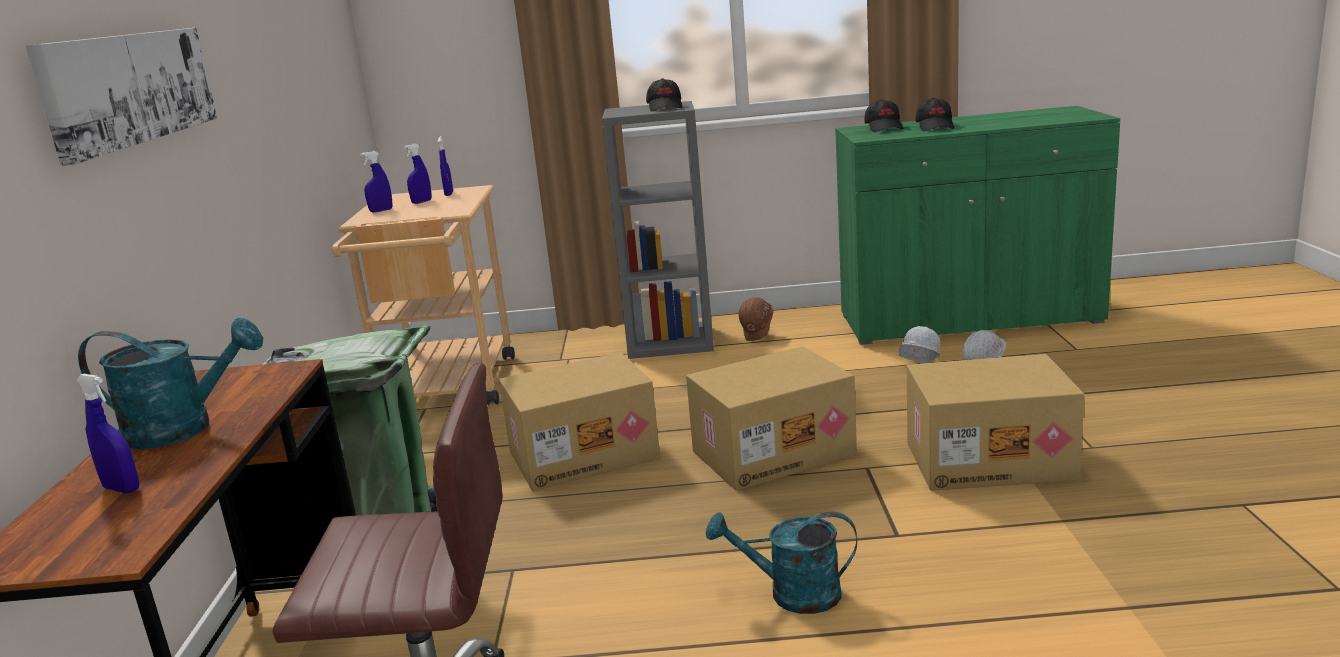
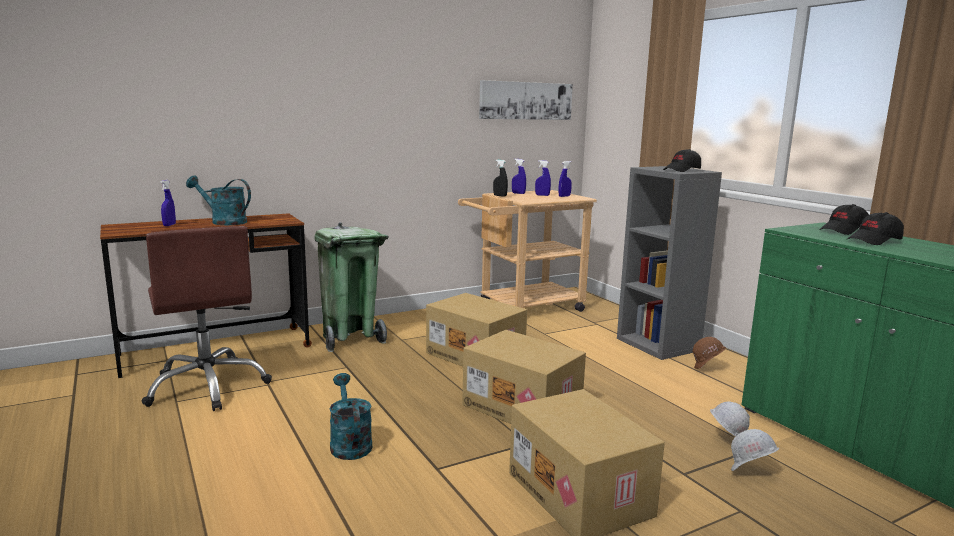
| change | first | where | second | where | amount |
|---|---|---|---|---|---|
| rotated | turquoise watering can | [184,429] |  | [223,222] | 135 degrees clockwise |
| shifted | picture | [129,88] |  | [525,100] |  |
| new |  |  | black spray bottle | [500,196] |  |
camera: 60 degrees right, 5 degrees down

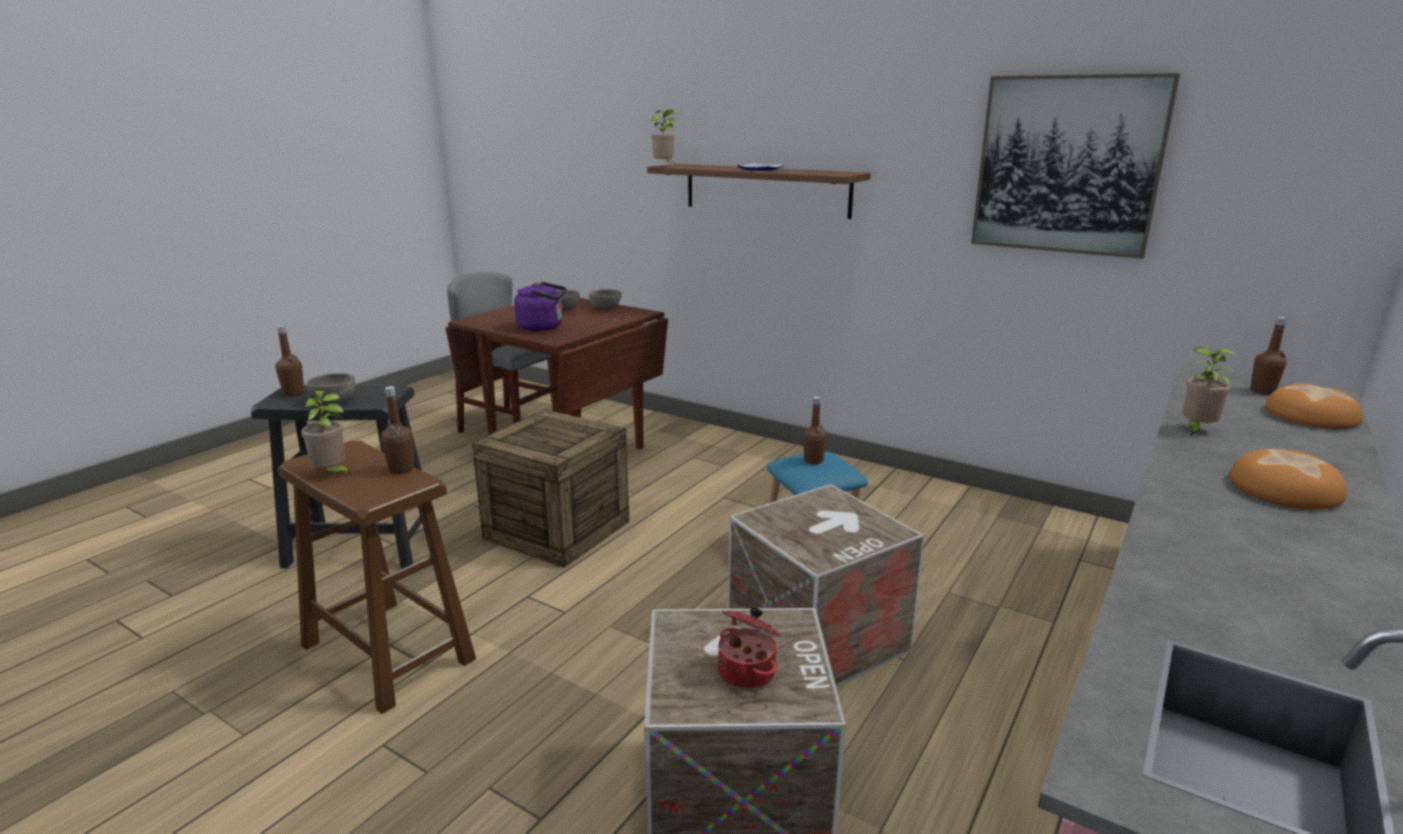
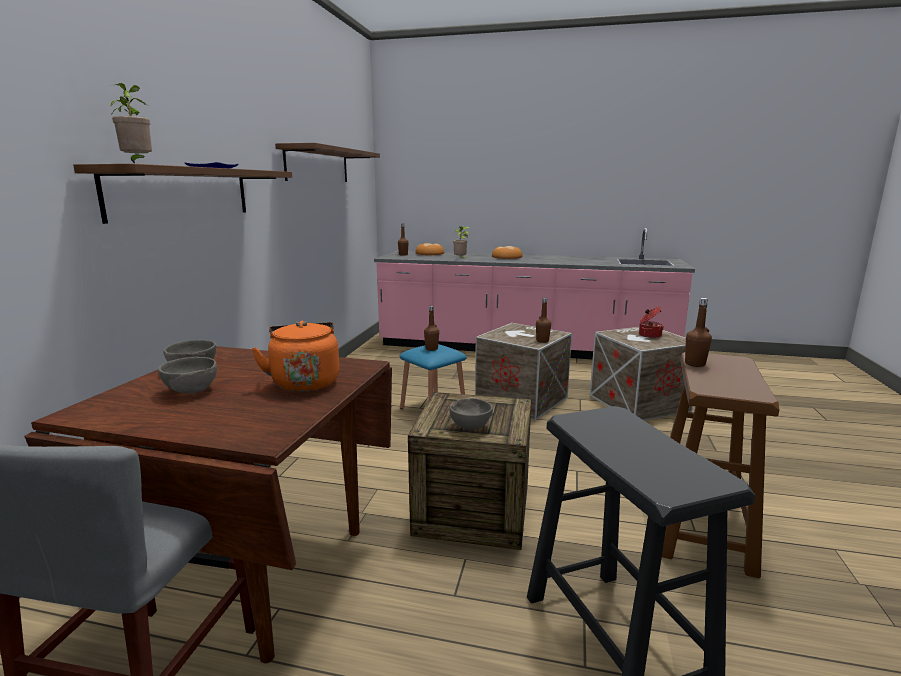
| change | first | where | second | where | amount |
|---|---|---|---|---|---|
| repainted | purple kettle | [543,327] | orange kettle | [305,382] |  |
| swapped | picture | [1067,165] | brown shelf | [318,165] |  |
| shifted | grey bowl | [335,401] |  | [470,426] |  |
| shifted | brown bottle | [293,393] |  | [542,341] |  |
| gone | potted plant | [332,474] |  |  |  |
camera: 110 degrees left, 5 degrees down

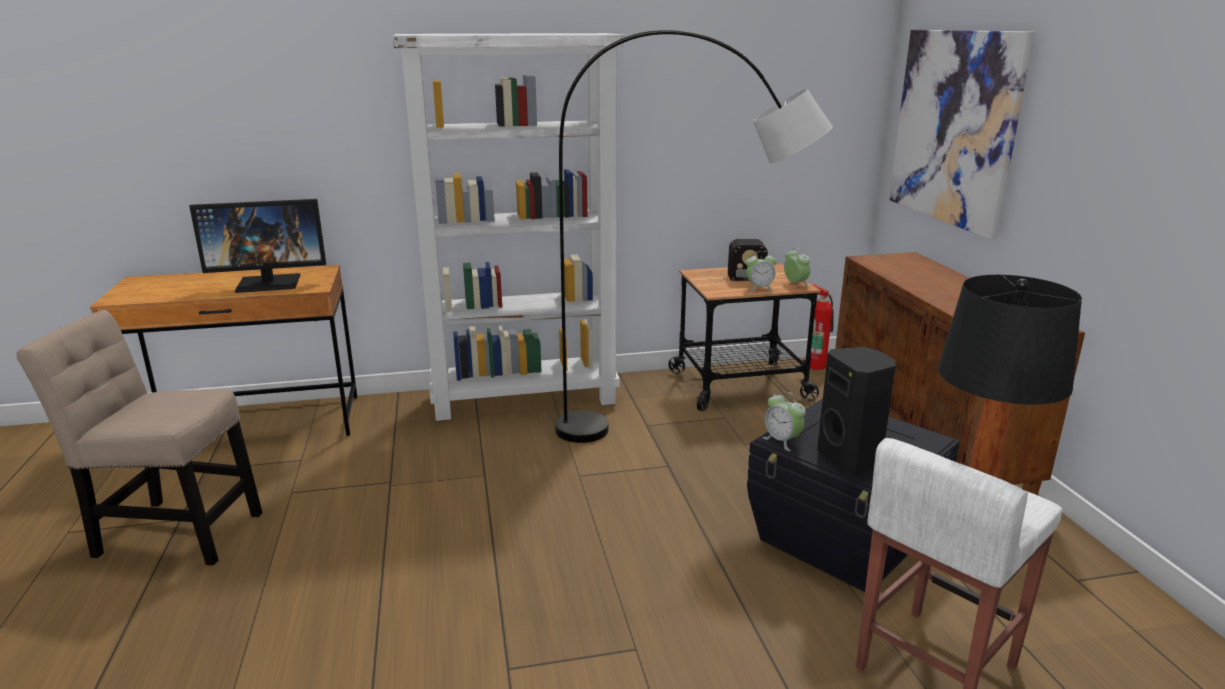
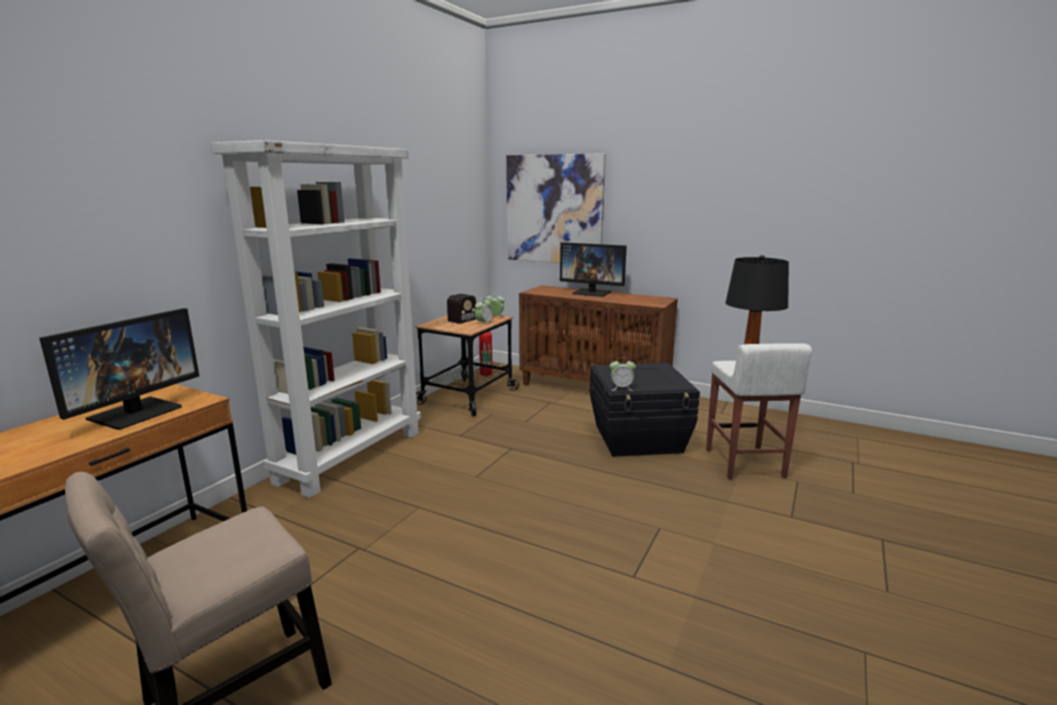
| change | first | where | second | where | amount |
|---|---|---|---|---|---|
| new |  |  | monitor | [592,293] |  |
| gone | grey floor lamp | [682,435] |  |  |  |
| gone | black speaker | [851,459] |  |  |  |
camera: 50 degrees left, 5 degrees down

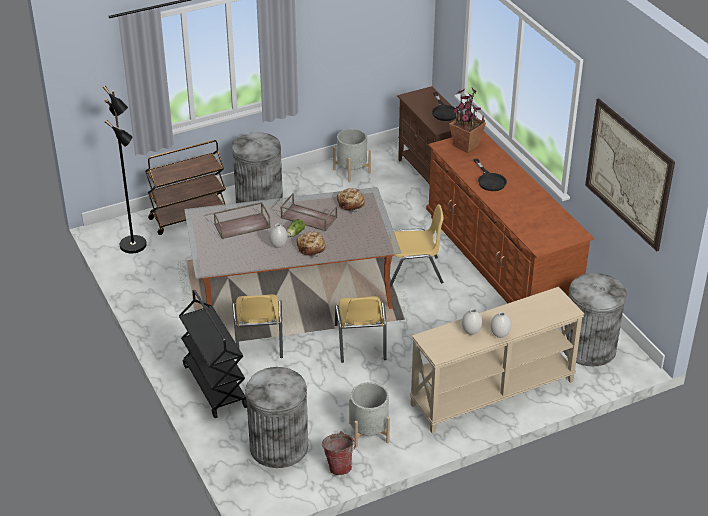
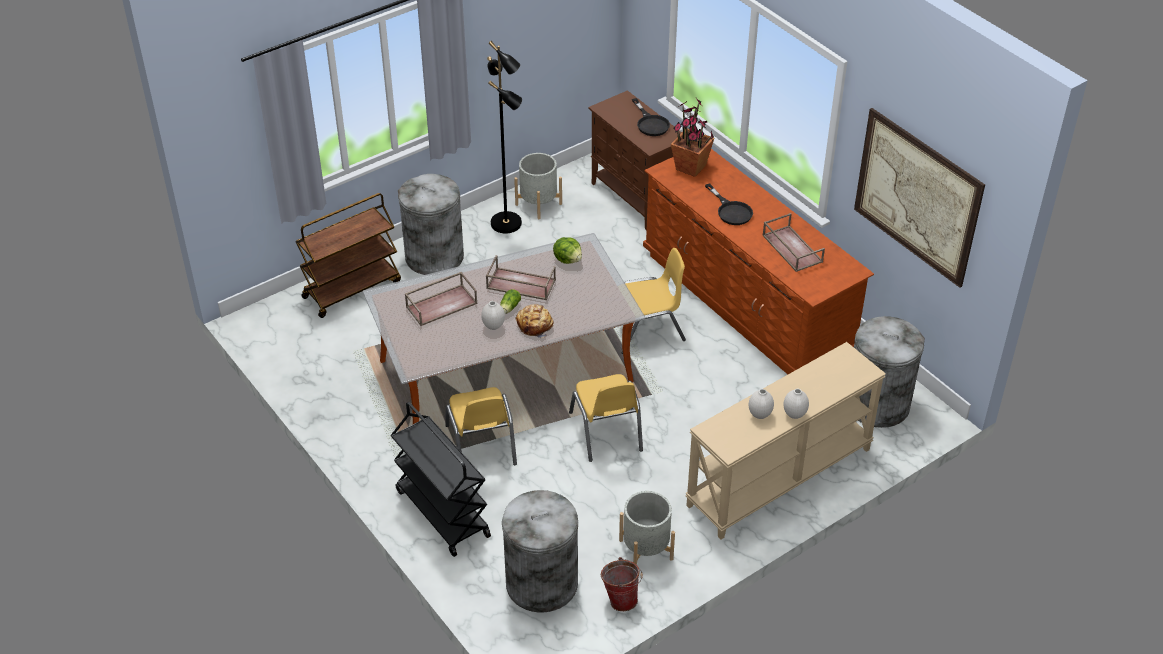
| change | first | where | second | where | amount |
|---|---|---|---|---|---|
| shifted | black floor lamp | [134,245] |  | [507,223] |  |
| swapped | bread | [351,204] | lettuce | [568,259] |  |
| new |  |  | brown tray | [791,248] |  |
camera: 10 degrees left, 5 degrees up

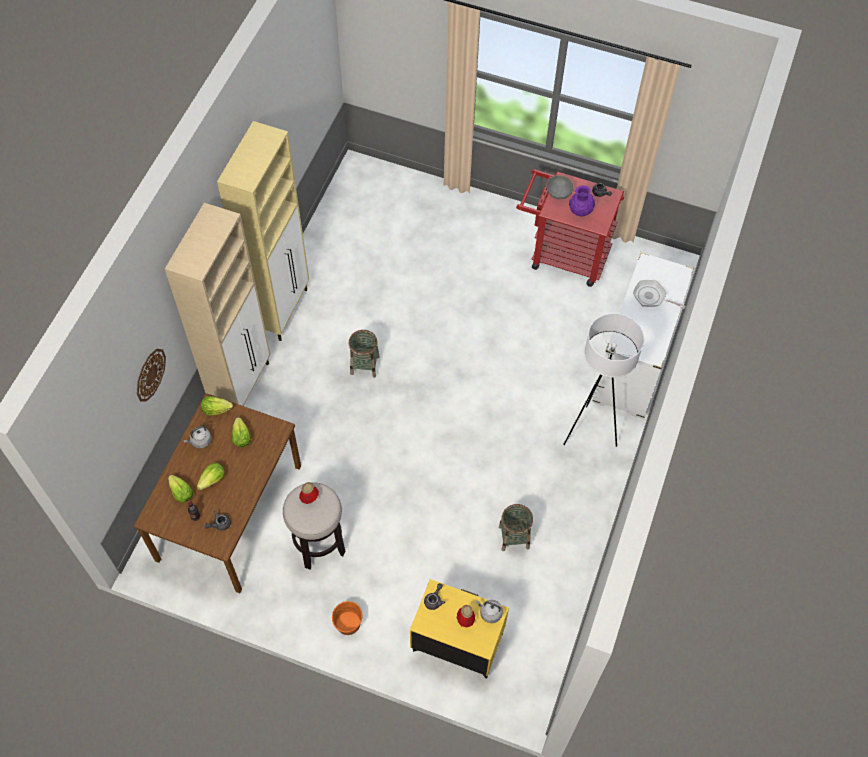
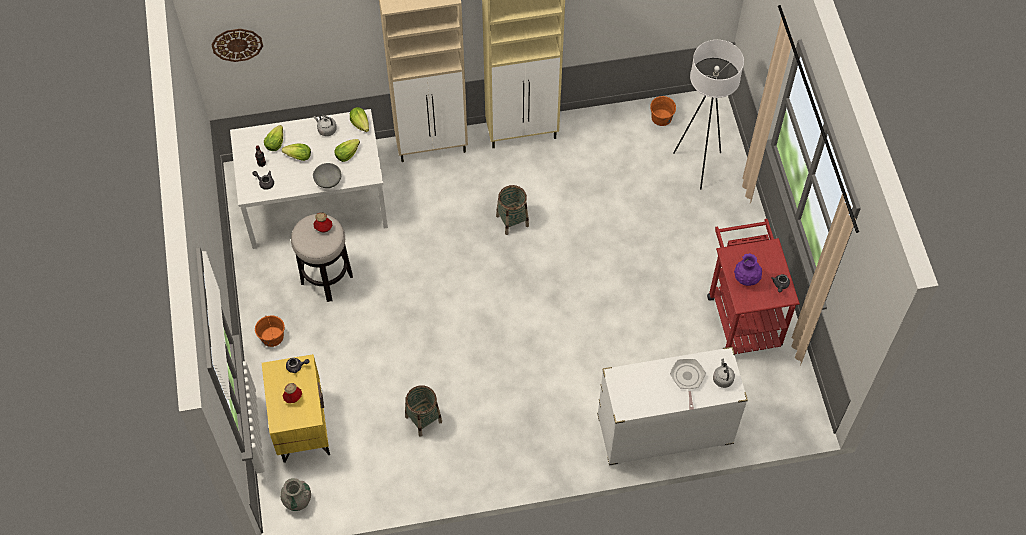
| change | first | where | second | where | amount |
|---|---|---|---|---|---|
| shifted | wall clock | [150,374] |  | [237,44] |  |
| repainted | brown dining table | [230,513] | white dining table | [314,203] |  |
| new |  |  | grey vase | [297,500] |  |
| shifted | grey bowl | [558,193] |  | [328,181] |  |
| new |  |  | orange bucket | [661,117] |  |
| shifted | white floor lamp | [589,432] |  | [698,165] |  |
| shifted | grey kettle | [489,613] |  | [722,378] |  |
camera: 60 degrees right, 0 degrees up

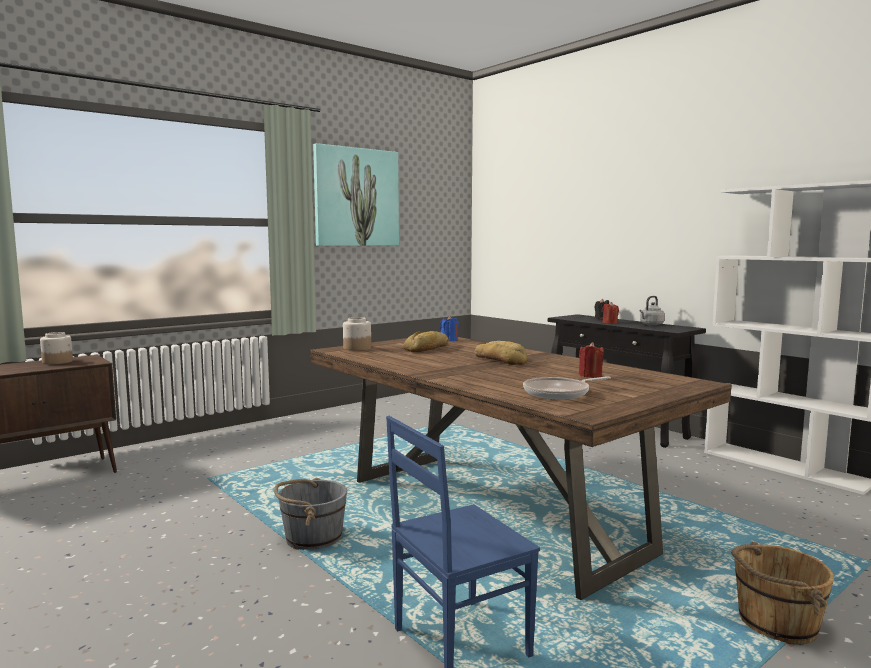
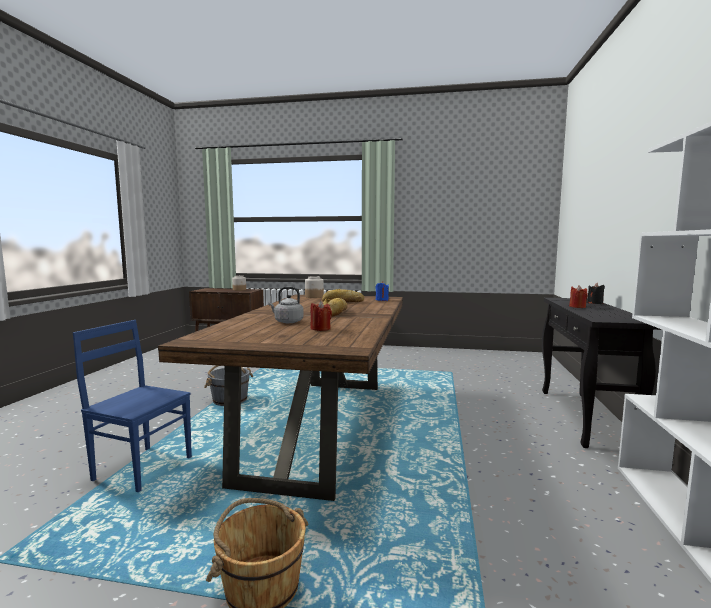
| change | first | where | second | where | amount |
|---|---|---|---|---|---|
| shifted | grey kettle | [651,324] |  | [287,322] |  |
| gone | picture | [356,197] |  |  |  |
| gone | frying pan | [560,393] |  |  |  |
camera: 50 degrees right, 0 degrees up

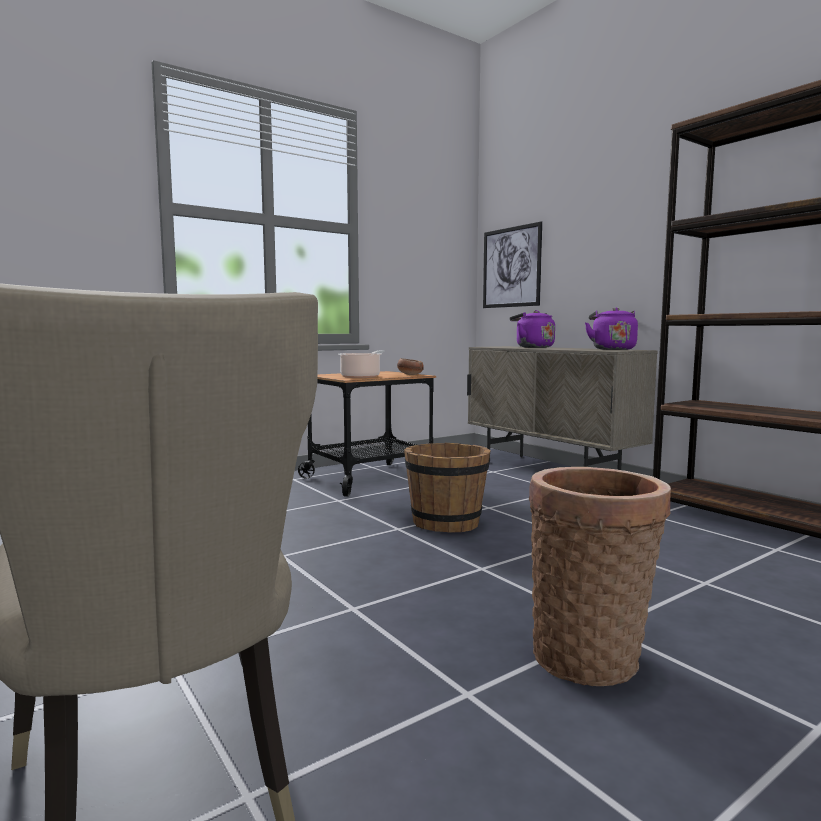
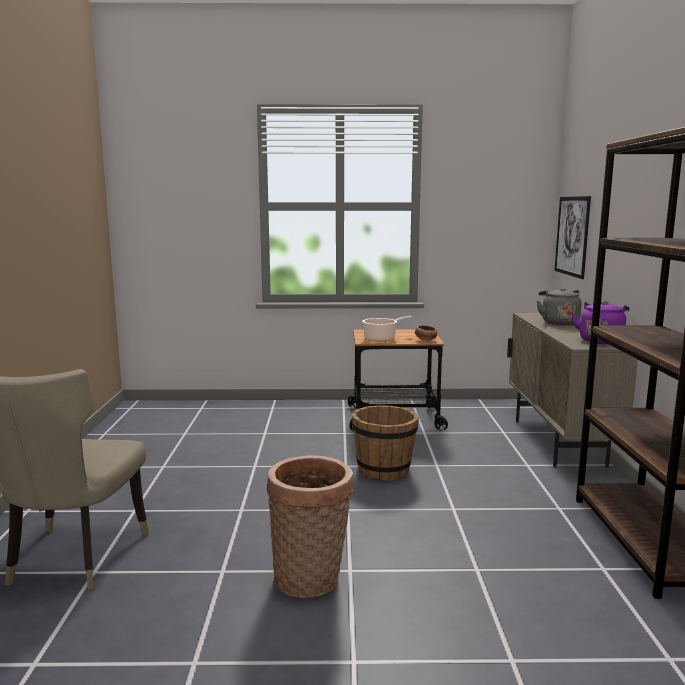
| change | first | where | second | where | amount |
|---|---|---|---|---|---|
| repainted | purple kettle | [532,347] | grey kettle | [558,322] |  |
camera: 35 degrees right, 5 degrees up

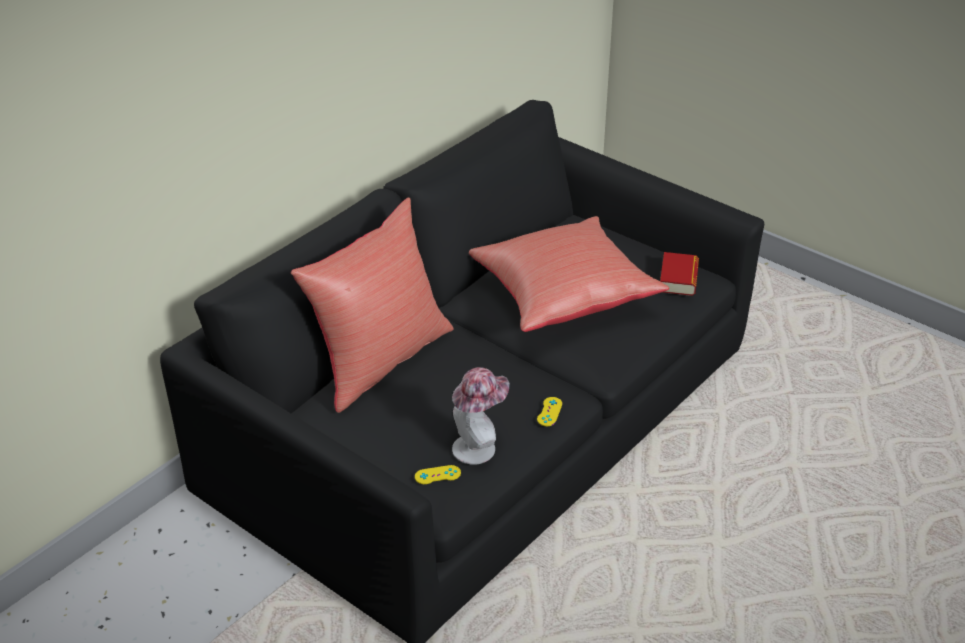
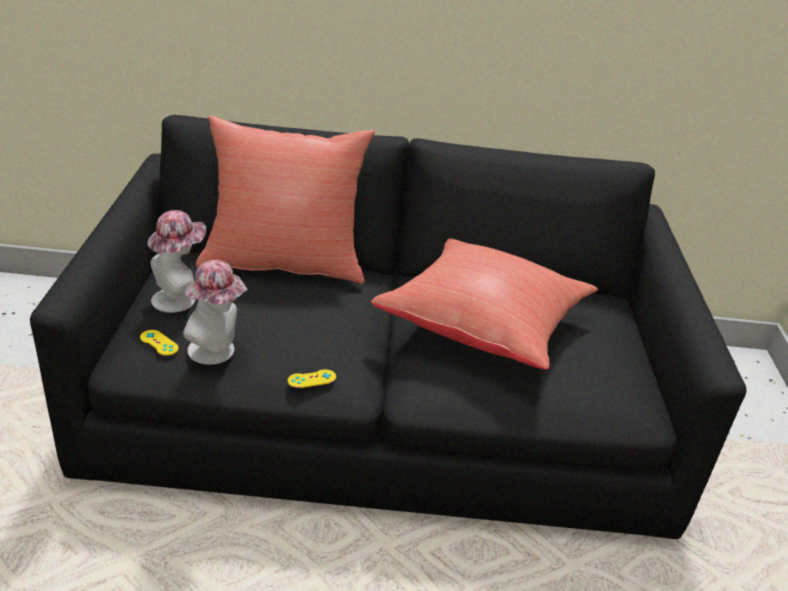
| change | first | where | second | where | amount |
|---|---|---|---|---|---|
| new |  |  | hat | [179,298] |  |
| gone | book | [678,279] |  |  |  |
camera: 50 degrees right, 5 degrees down

